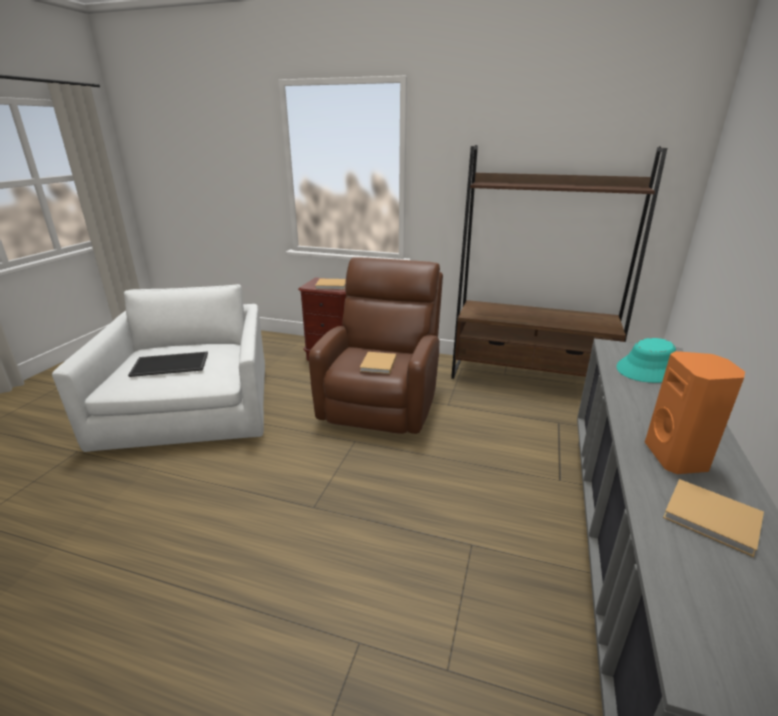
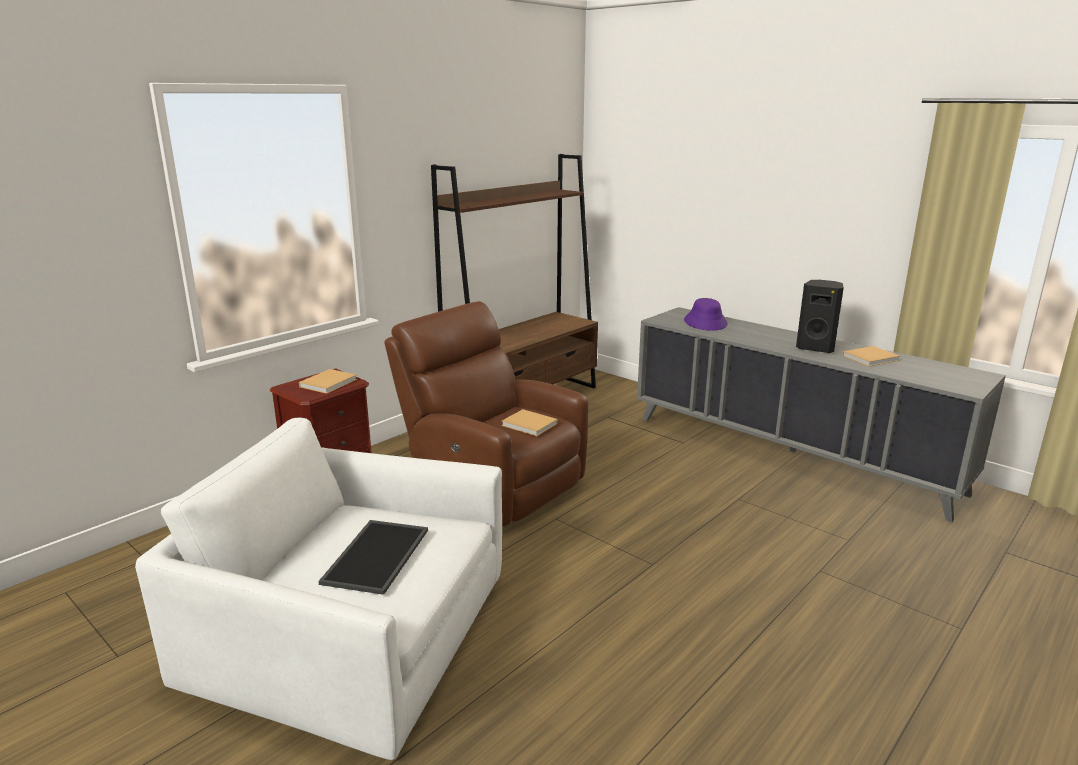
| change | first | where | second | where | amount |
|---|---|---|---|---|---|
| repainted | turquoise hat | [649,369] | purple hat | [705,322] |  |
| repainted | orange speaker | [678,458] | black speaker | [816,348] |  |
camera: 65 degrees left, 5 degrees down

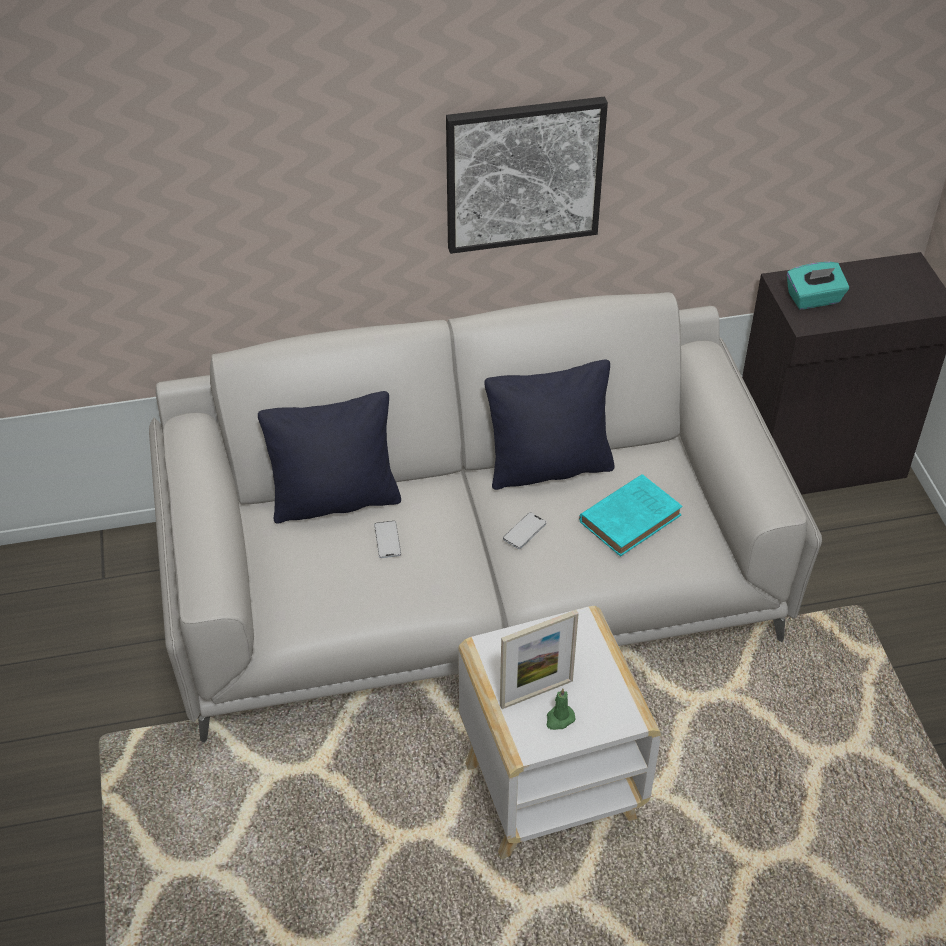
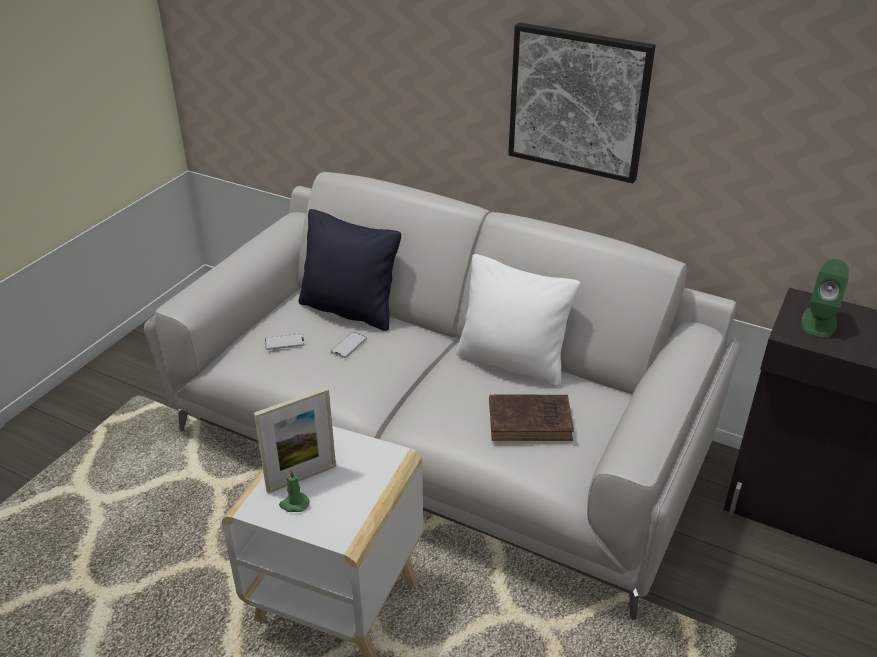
| change | first | where | second | where | amount |
|---|---|---|---|---|---|
| rotated | picture frame | [536,693] |  | [301,478] | 45 degrees counterclockwise |
| shifted | phone | [524,531] |  | [284,342] |  |
| repainted | black pillow | [549,467] | white pillow | [512,362] |  |
| repainted | turquoise book | [632,517] | brown book | [532,421] |  |
| swapped | turquoise tissue box | [814,299] | green speaker | [818,322] |  |
camera: 40 degrees right, 10 degrees down

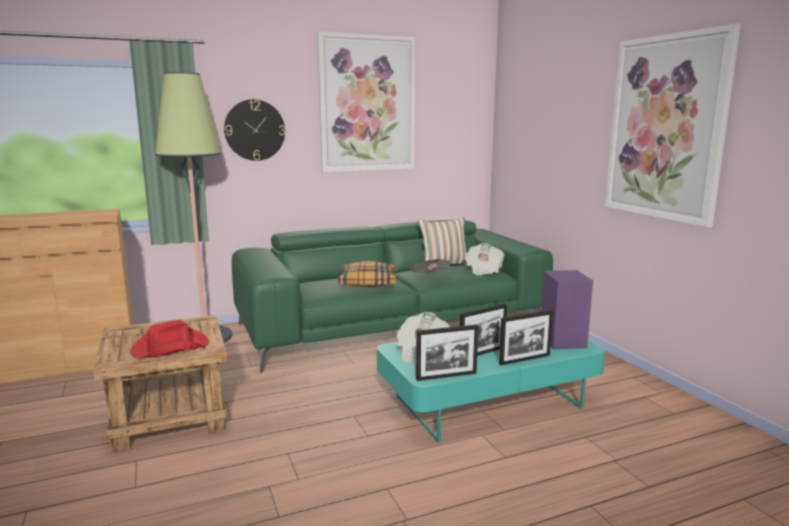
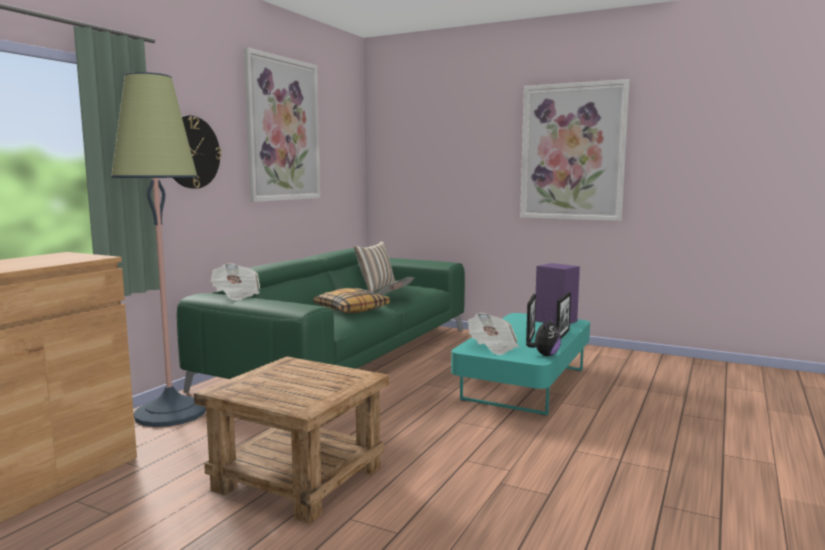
| change | first | where | second | where | amount |
|---|---|---|---|---|---|
| shifted | newspaper | [483,270] |  | [236,295] |  |
| swapped | picture frame | [446,376] | plush toy | [545,355] |  |
| gone | red hat | [169,347] |  |  |  |
camera: 40 degrees left, 5 degrees down

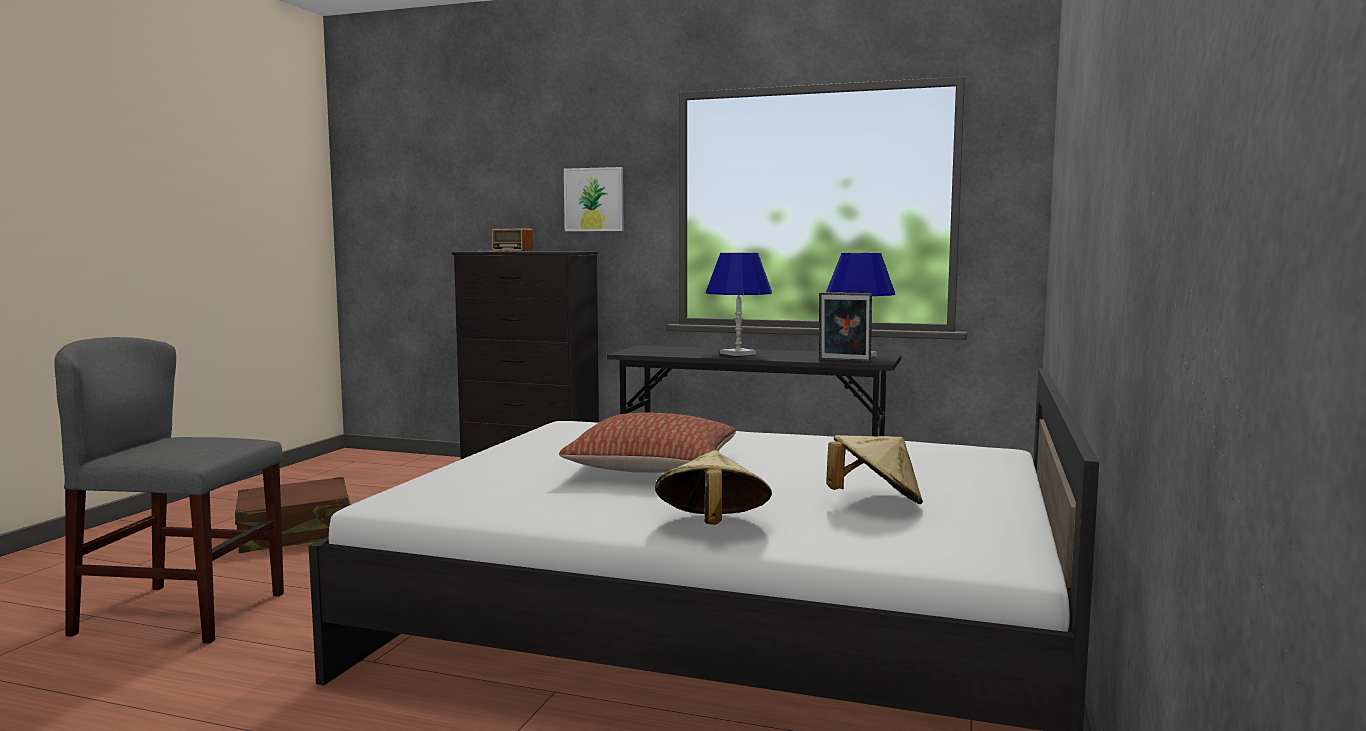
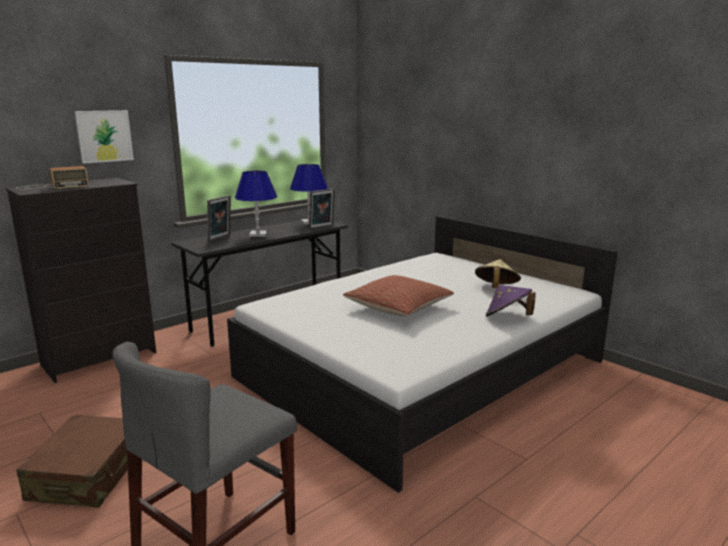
| change | first | where | second | where | amount |
|---|---|---|---|---|---|
| new |  |  | picture frame | [220,238] |  |
| repainted | beige hat | [712,527] | purple hat | [507,318] |  |
camera: 60 degrees left, 10 degrees up

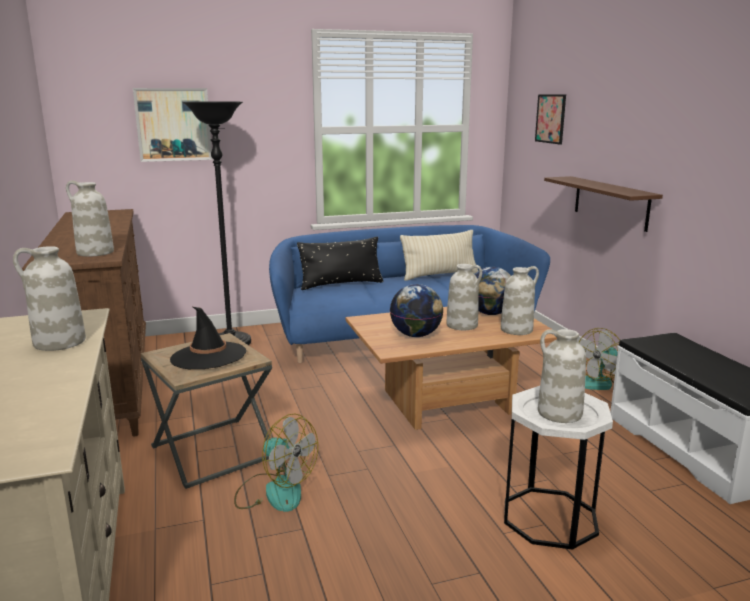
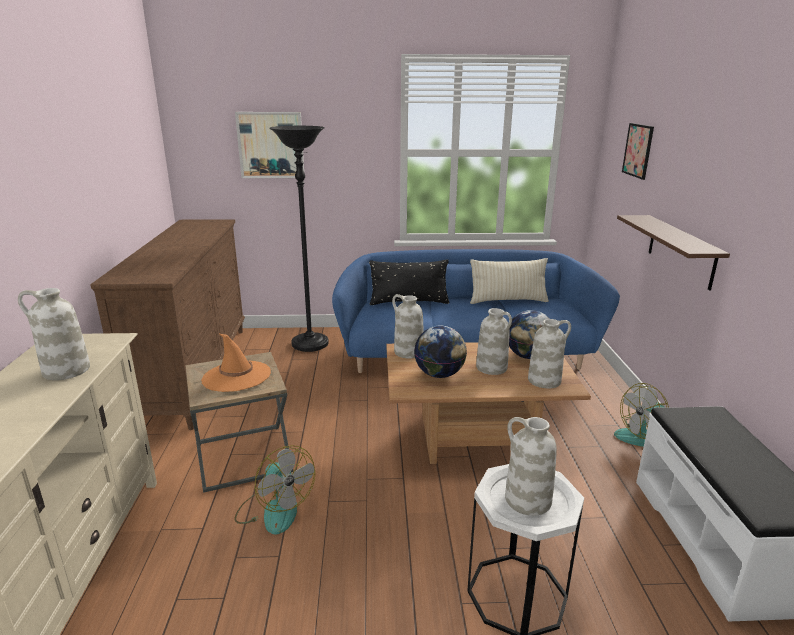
| change | first | where | second | where | amount |
|---|---|---|---|---|---|
| repainted | black hat | [208,356] | orange hat | [236,376] |  |
| shifted | white vase | [94,252] |  | [408,352] |  |
camera: 15 degrees right, 5 degrees up

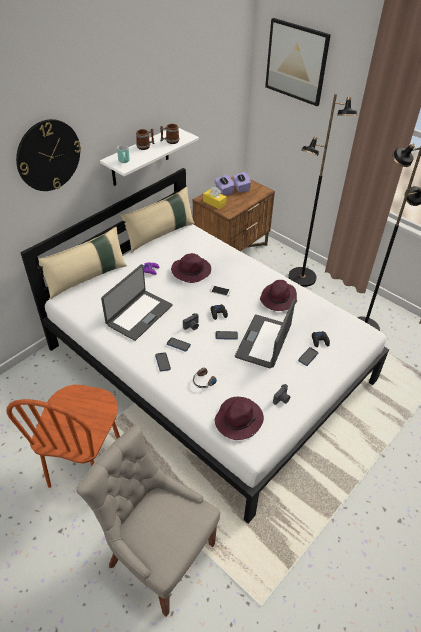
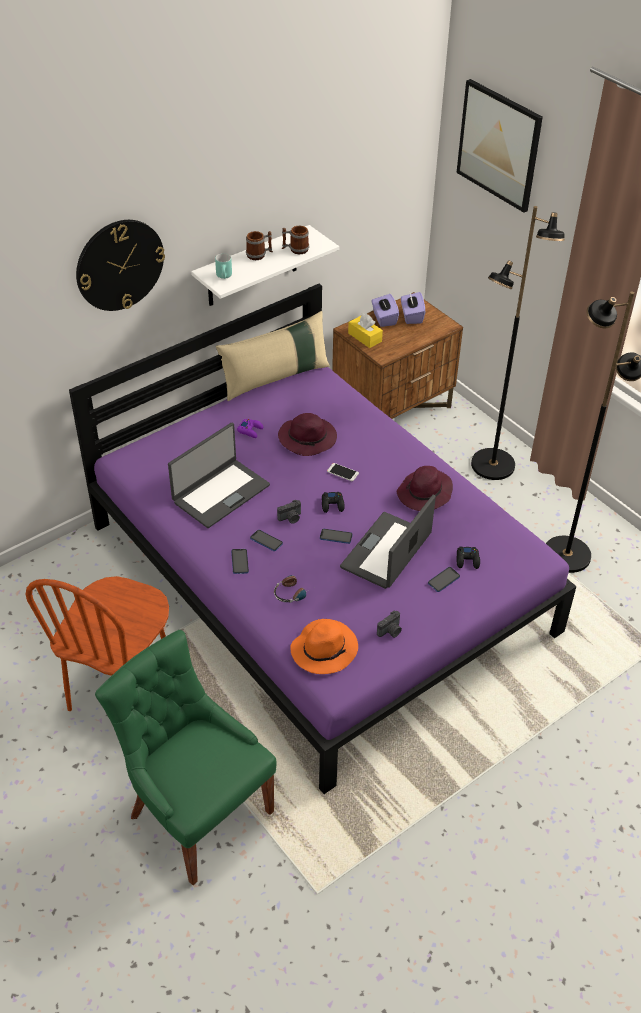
| change | first | where | second | where | amount |
|---|---|---|---|---|---|
| repainted | white bed | [210,363] | purple bed | [320,576] |  |
| repainted | grey chair | [159,554] | green chair | [197,813] |  |
| repainted | purple hat | [238,419] | orange hat | [324,649] |  |
| gone | beige pillow | [87,278] |  |  |  |
camera: 10 degrees right, 0 degrees up

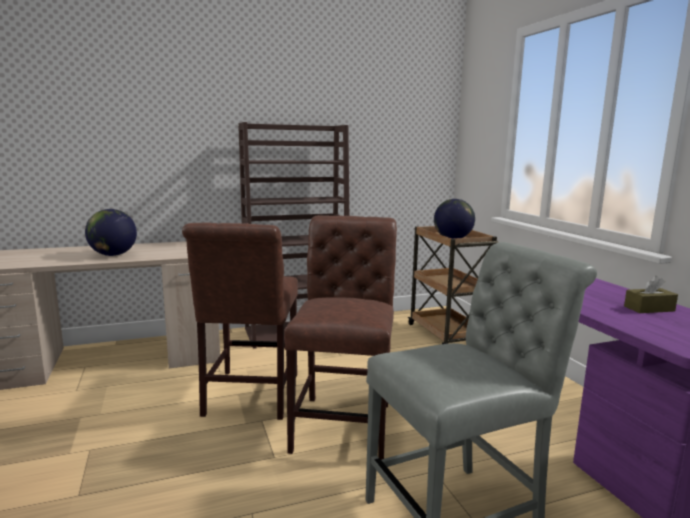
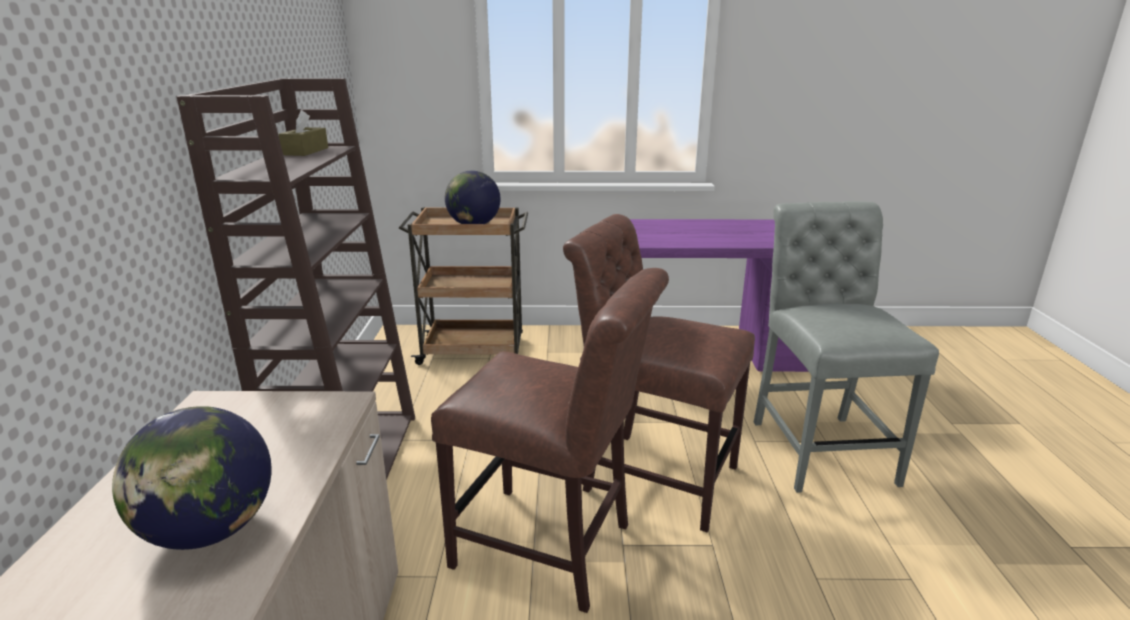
| change | first | where | second | where | amount |
|---|---|---|---|---|---|
| shifted | brown tissue box | [649,309] |  | [305,151] |  |
camera: 70 degrees left, 10 degrees up

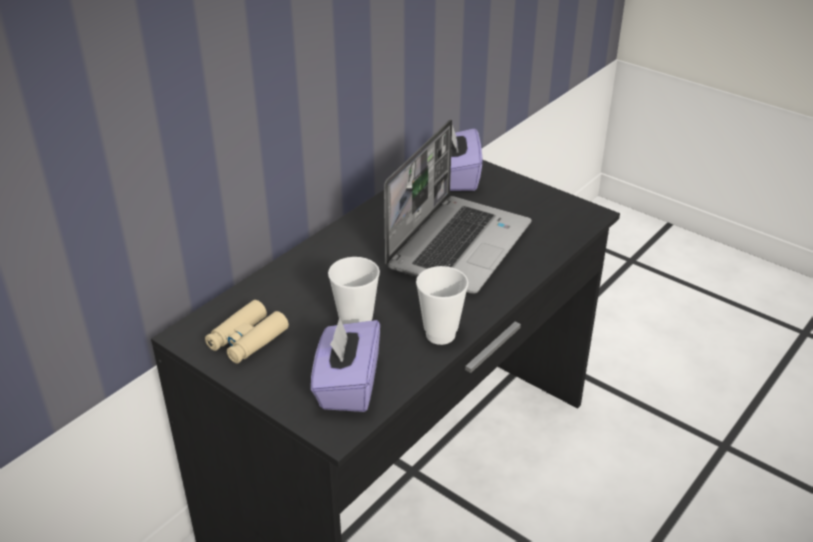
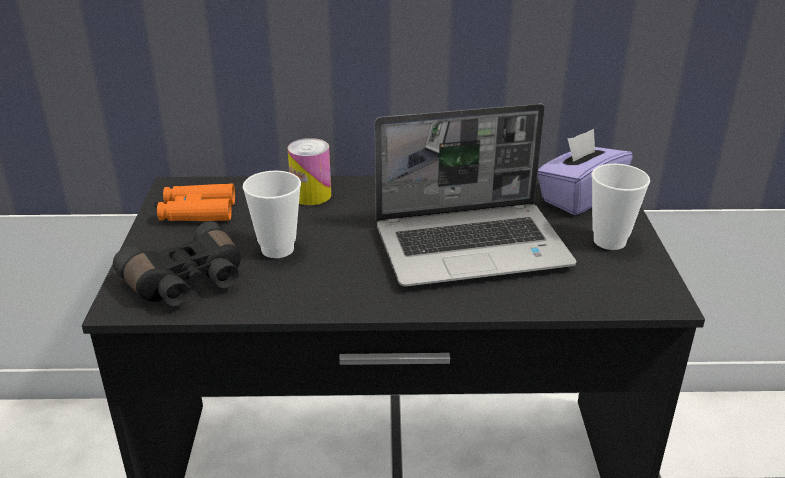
| change | first | where | second | where | amount |
|---|---|---|---|---|---|
| swapped | purple tissue box | [347,385] | black binoculars | [188,283] |  |
| repainted | beige binoculars | [247,339] | orange binoculars | [198,212] |  |
| new |  |  | can | [311,195] |  |
| shifted | cup | [440,335] |  | [609,241] |  |
camera: 50 degrees right, 5 degrees down

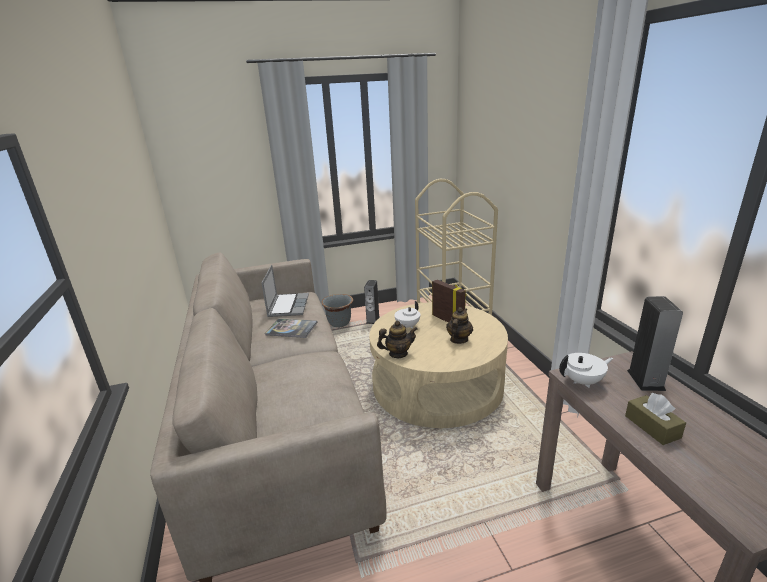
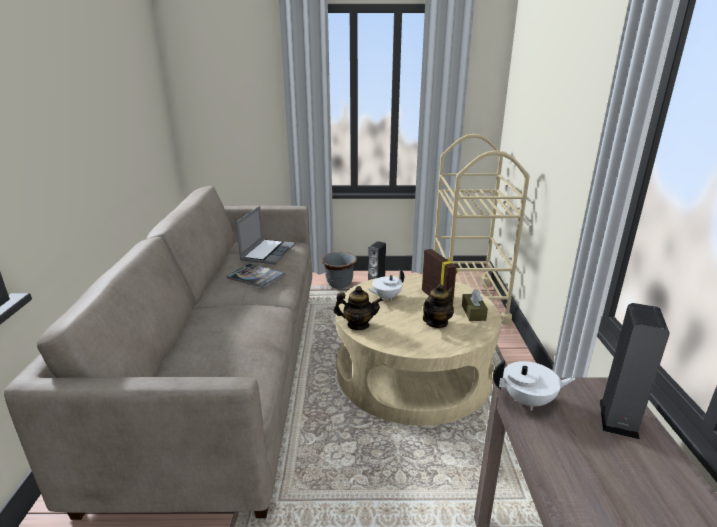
| change | first | where | second | where | amount |
|---|---|---|---|---|---|
| shifted | brown tissue box | [652,427] |  | [473,313] |  |
camera: 15 degrees right, 0 degrees up

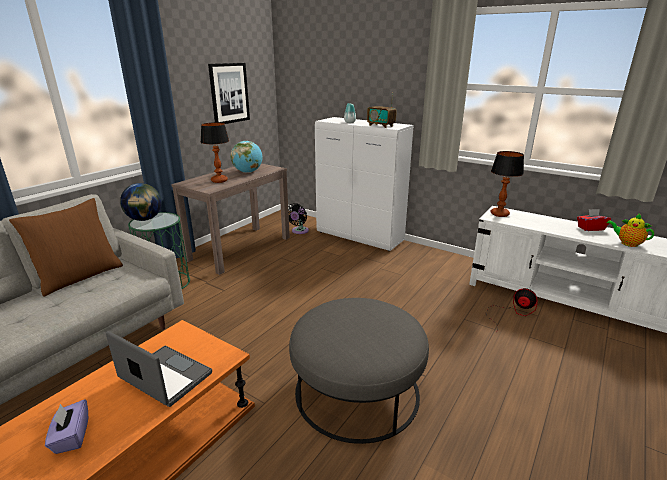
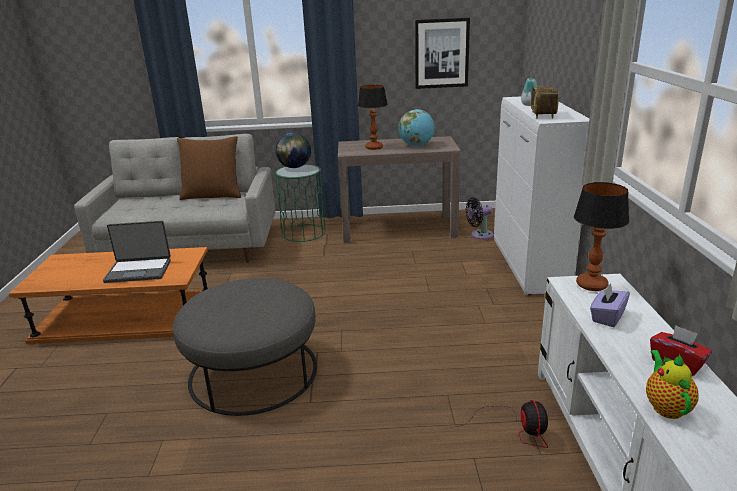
| change | first | where | second | where | amount |
|---|---|---|---|---|---|
| rotated | laptop | [164,377] |  | [139,270] | 90 degrees clockwise |
| shifted | purple tissue box | [71,437] |  | [607,317] |  |
camera: 55 degrees right, 0 degrees up

